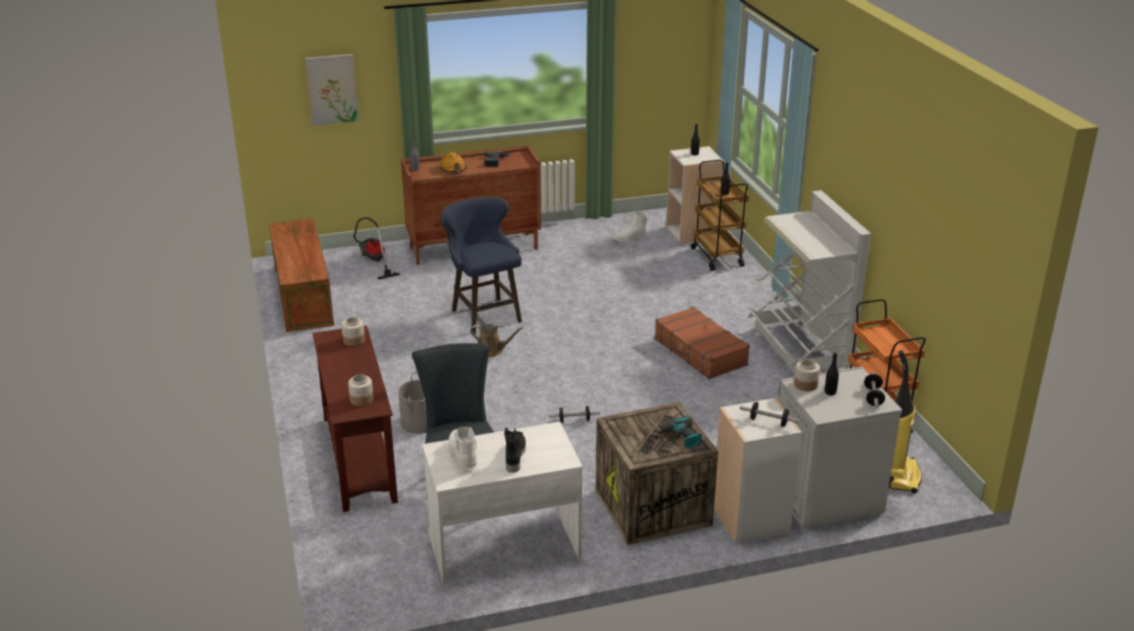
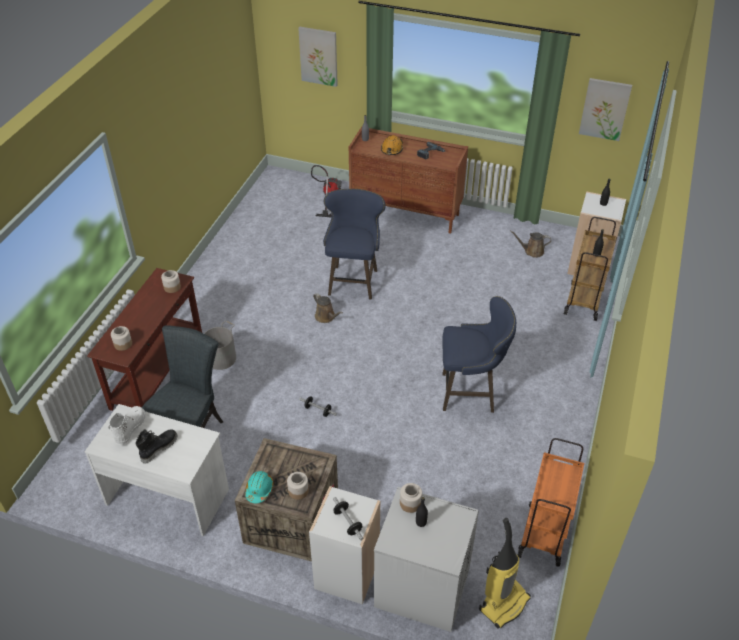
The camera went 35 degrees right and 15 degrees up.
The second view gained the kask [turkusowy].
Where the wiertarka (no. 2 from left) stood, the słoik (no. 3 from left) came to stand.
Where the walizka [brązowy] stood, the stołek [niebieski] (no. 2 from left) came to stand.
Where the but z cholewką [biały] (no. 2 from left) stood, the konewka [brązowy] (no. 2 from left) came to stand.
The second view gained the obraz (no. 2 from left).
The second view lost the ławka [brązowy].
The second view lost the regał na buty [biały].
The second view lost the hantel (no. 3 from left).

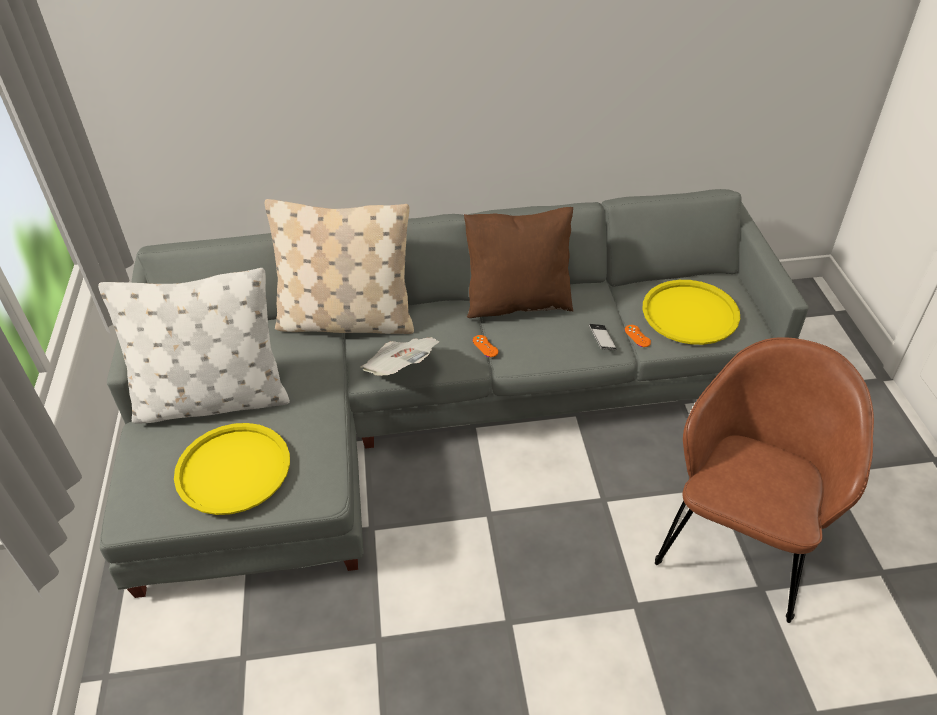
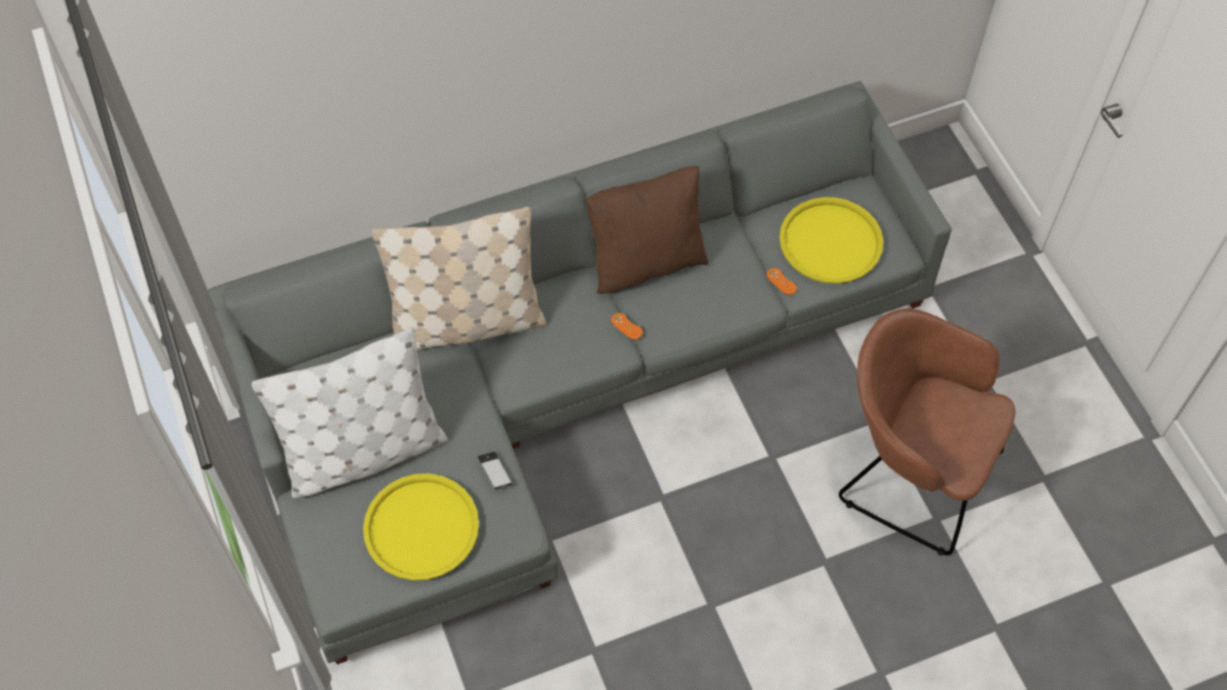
The camera went 15 degrees left and 15 degrees up.
The telefon ended up elsewhere.
The fotel [brązowy] ended up facing another way, 75 degrees counterclockwise from before.
The second view lost the gazeta.

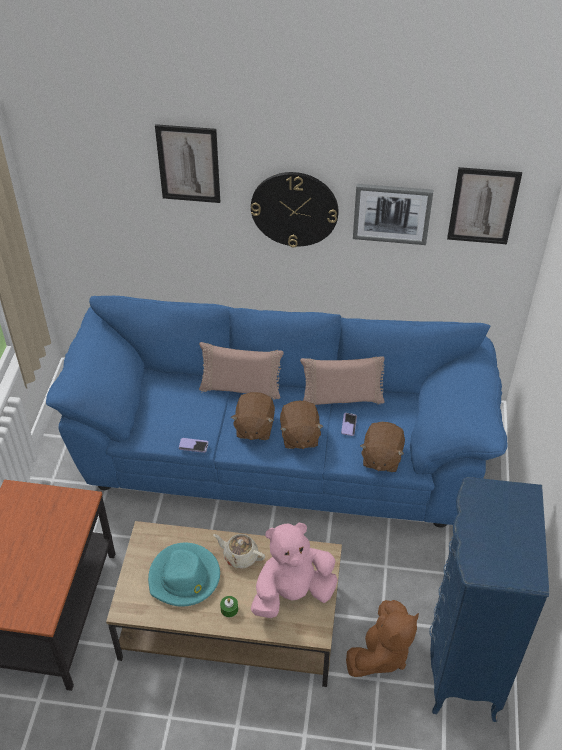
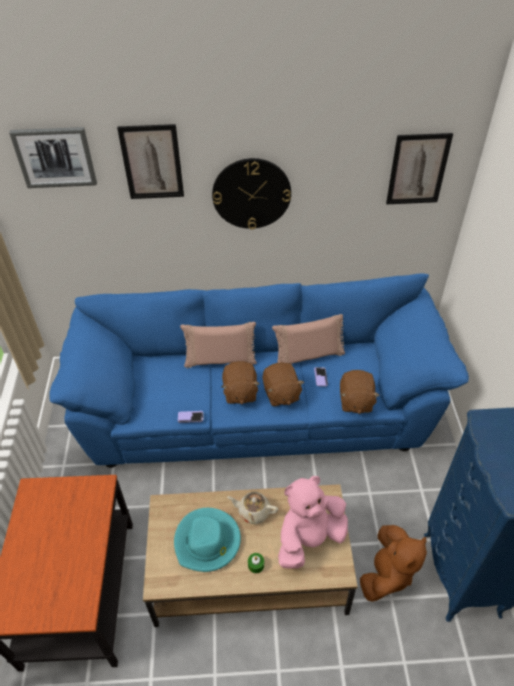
The camera went 10 degrees left and 0 degrees up.
The obraz (no. 2 from left in the first image) ended up elsewhere.

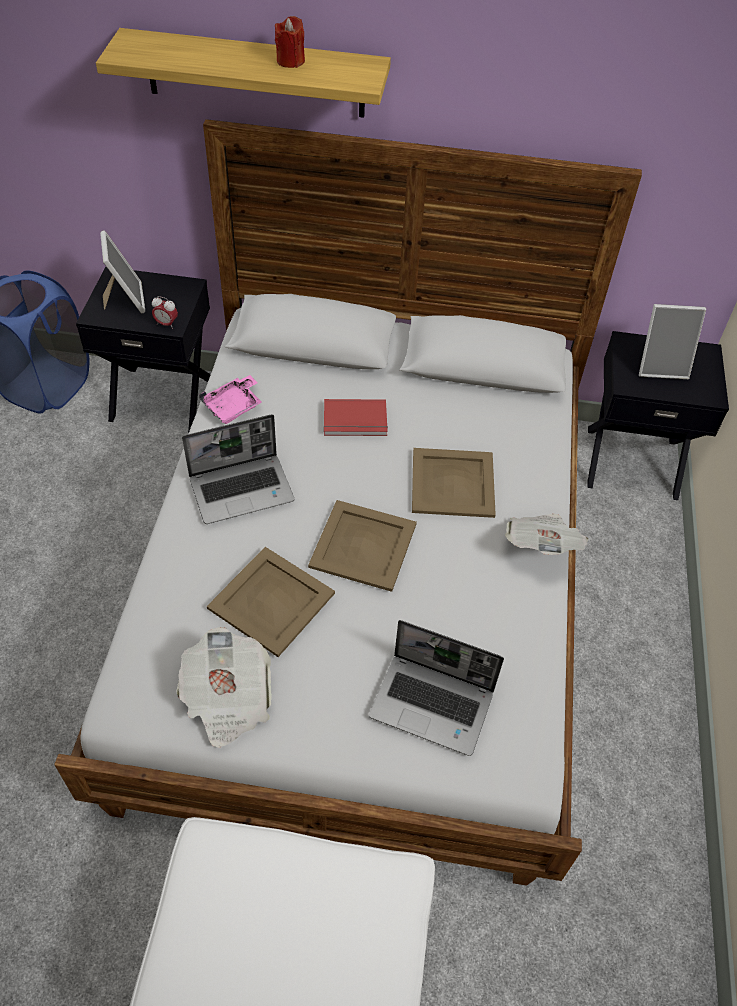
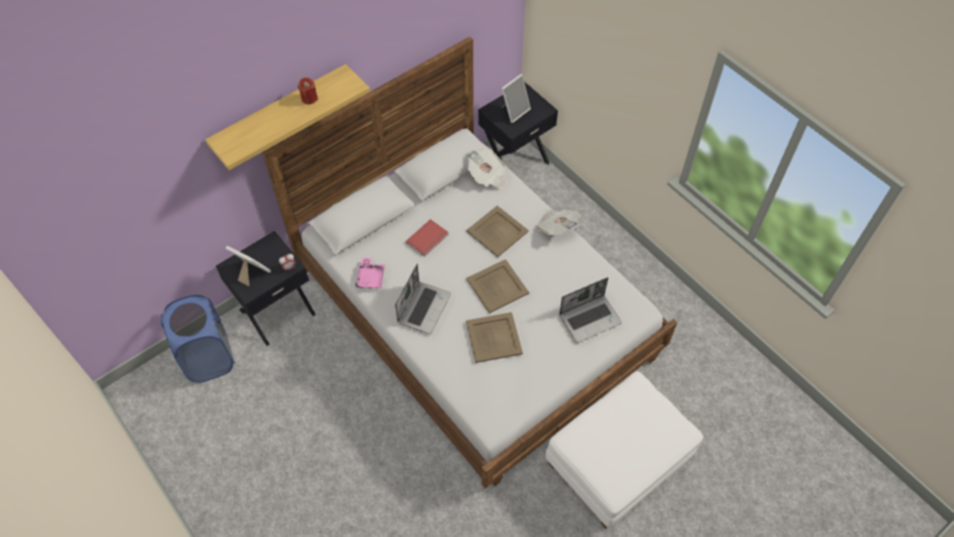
The camera went 45 degrees left and 5 degrees up.
The gazeta (no. 1 from left) ended up elsewhere.

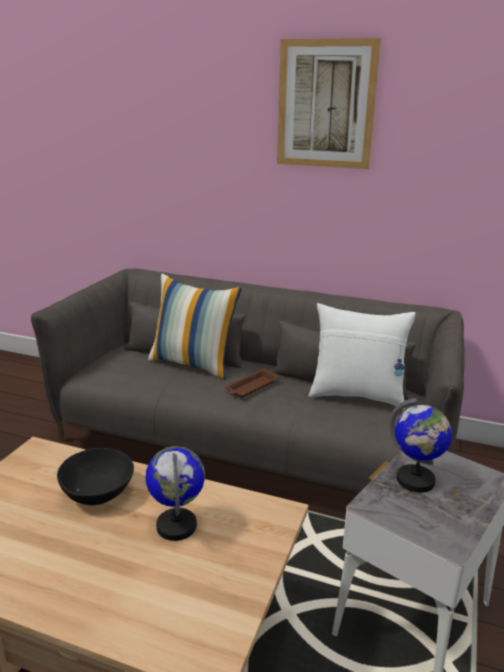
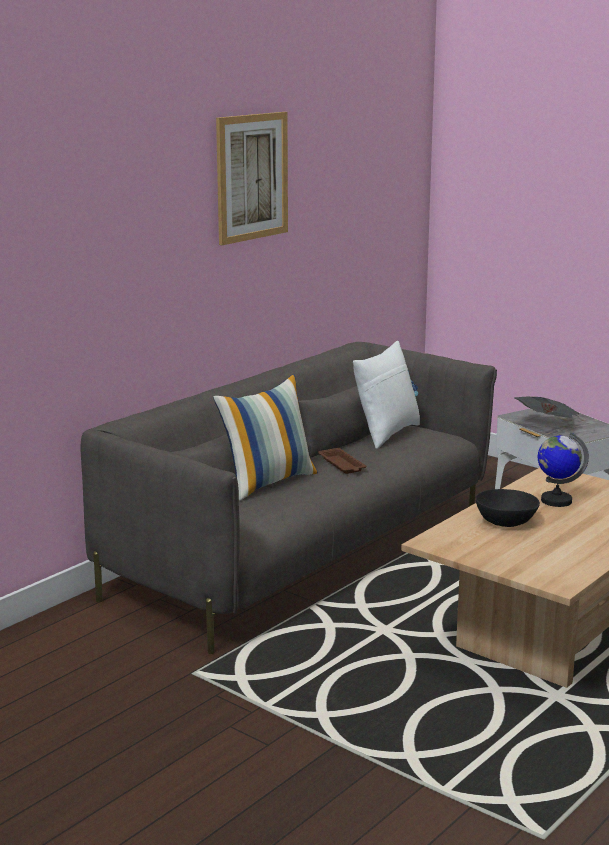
The camera went 70 degrees left and 5 degrees down.
Where the globus (no. 2 from left) stood, the gazeta came to stand.

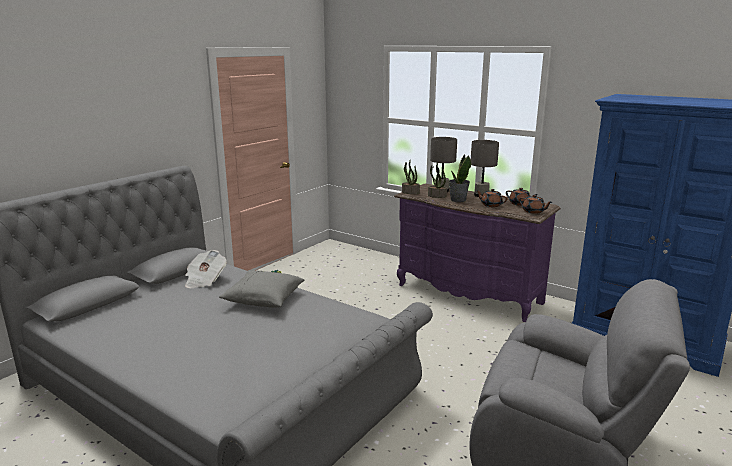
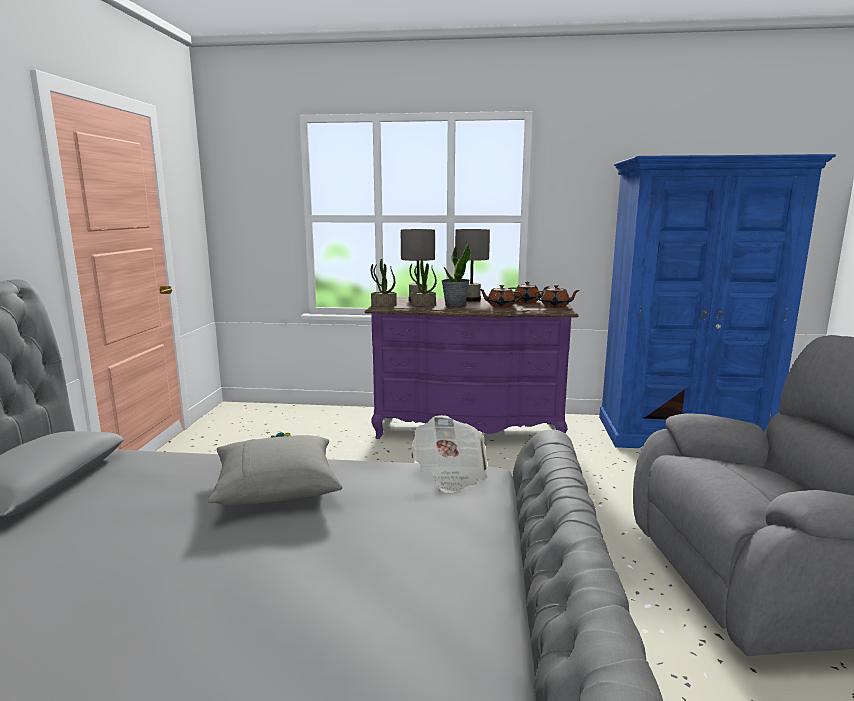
The camera went 30 degrees left and 5 degrees down.
The gazeta ended up elsewhere.

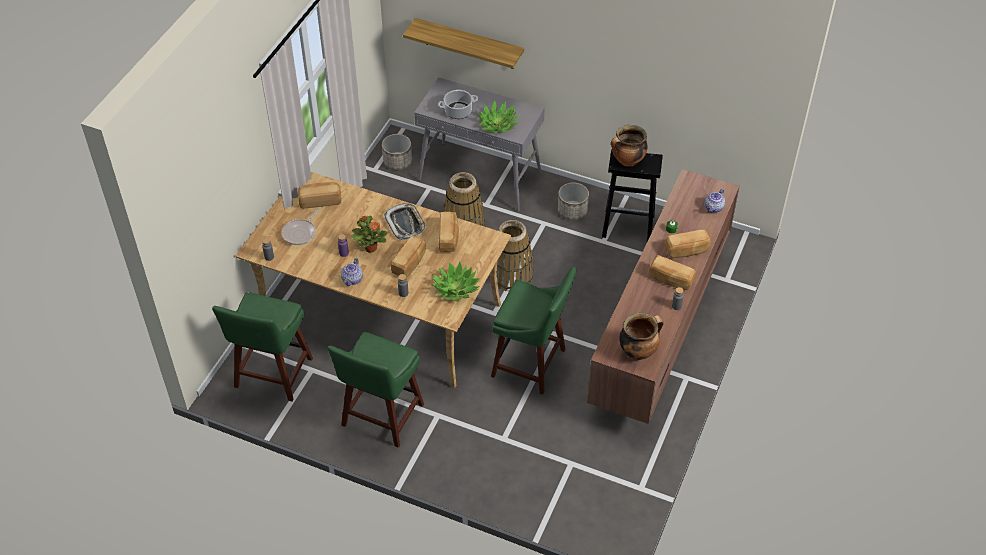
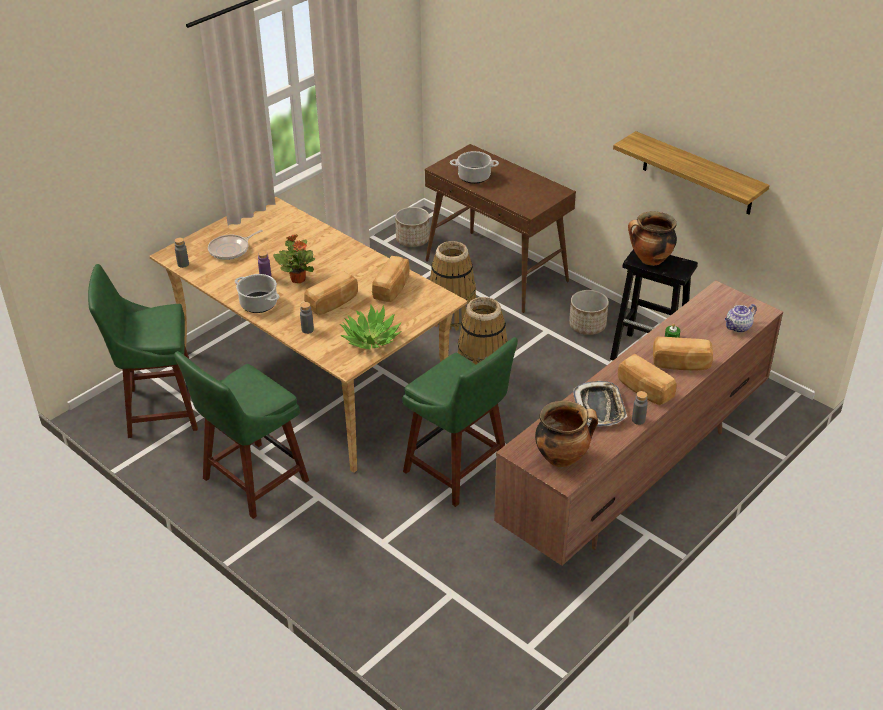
The camera went 20 degrees right and 10 degrees down.
The krzesło [zielony] (no. 1 from left) ended up facing another way, 45 degrees clockwise from before.
Where the imbryk (no. 1 from left) stood, the garnek (no. 1 from left) came to stand.
What was the stolik konsolowy [szary] turned into the stolik konsolowy [brązowy].
The taca ended up elsewhere.
The półka ended up elsewhere.
The second view lost the chleb (no. 1 from left).
The second view lost the roślina doniczkowa (no. 3 from left).

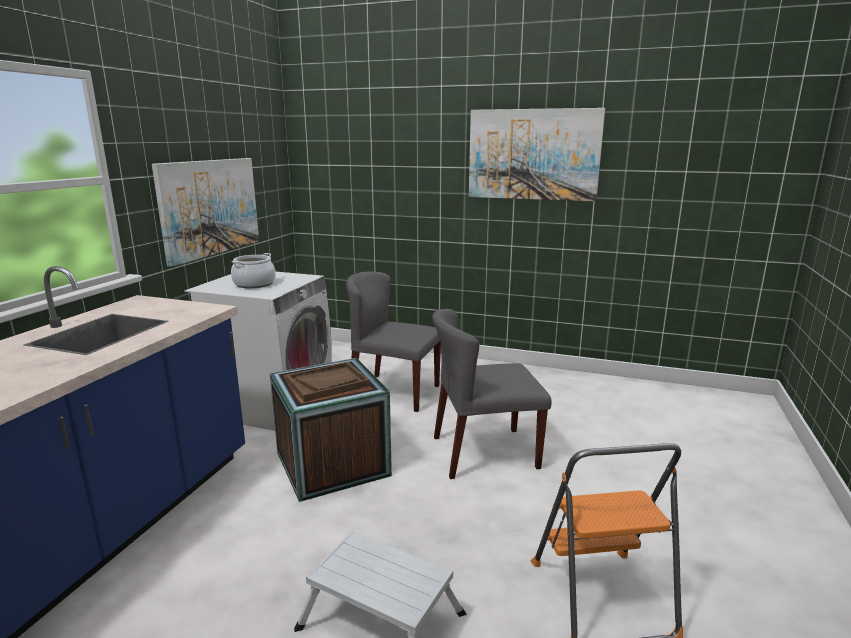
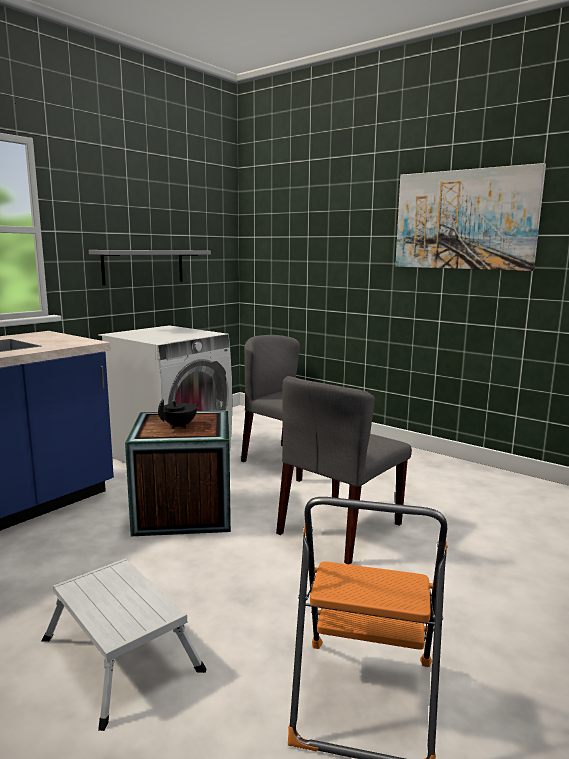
The camera went 20 degrees right and 5 degrees down.
Where the obraz (no. 1 from left) hung, the półka [szary] came to hang.
Where the taca [brązowy] stood, the imbryk [czarny] came to stand.
The krzesło [szary] (no. 2 from left) ended up facing another way, 60 degrees counterclockwise from before.
The second view lost the garnek.

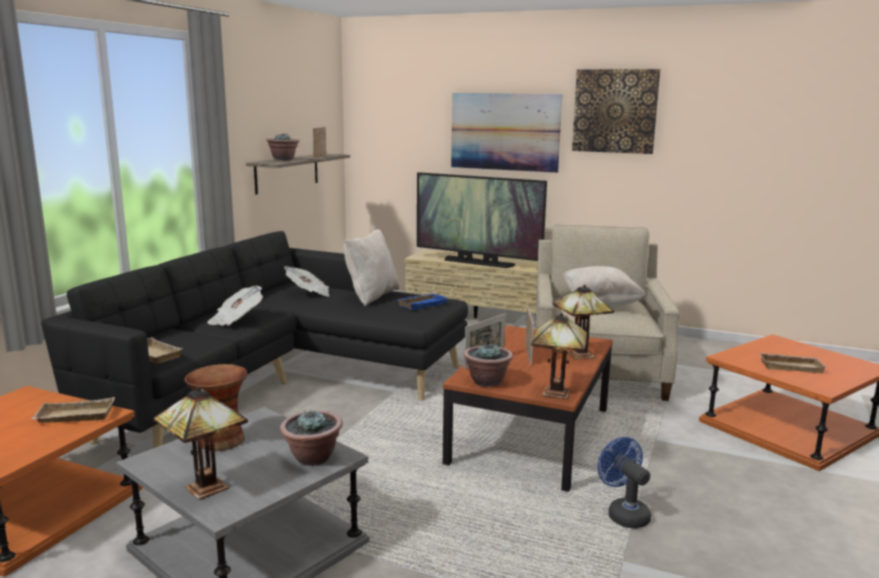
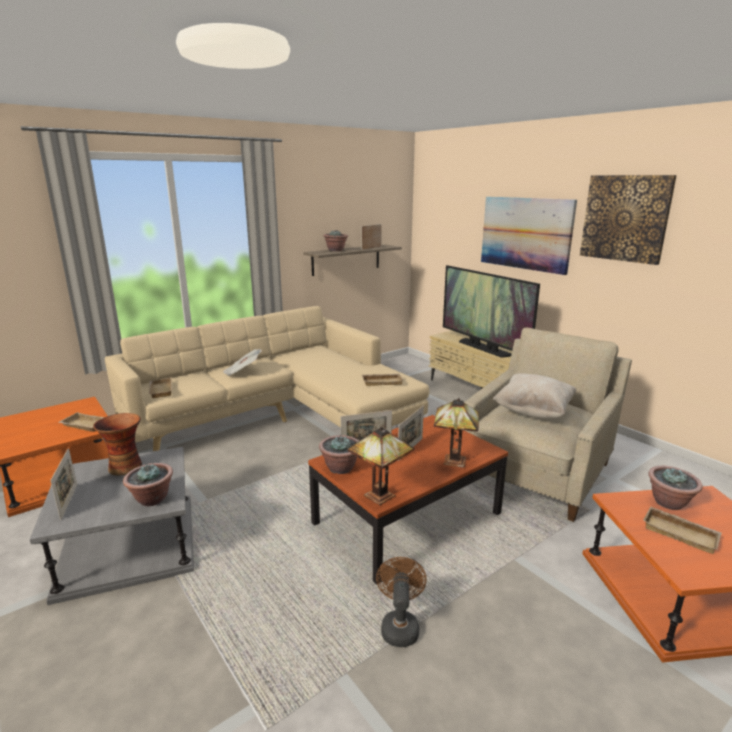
The camera went 30 degrees right and 5 degrees up.
Where the lampa stołowa (no. 1 from left) stood, the ramka na zdjęcie (no. 1 from left) came to stand.
What was the kanapa [czarny] turned into the kanapa [beżowy].
What was the taca [niebieski] turned into the taca [beżowy] (no. 3 from left).
What was the wentylator [niebieski] turned into the wentylator [brązowy].
The second view gained the roślina doniczkowa (no. 4 from left).
The second view lost the gazeta (no. 2 from left).
The second view lost the poduszka [beżowy] (no. 1 from left).

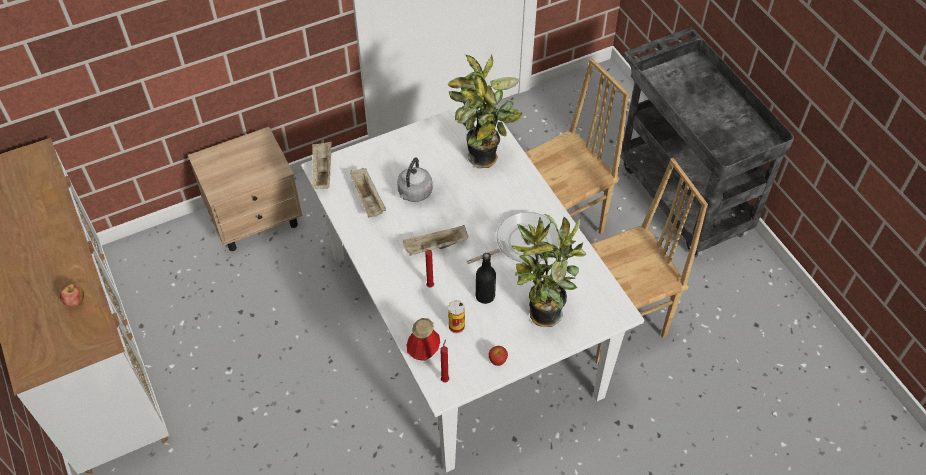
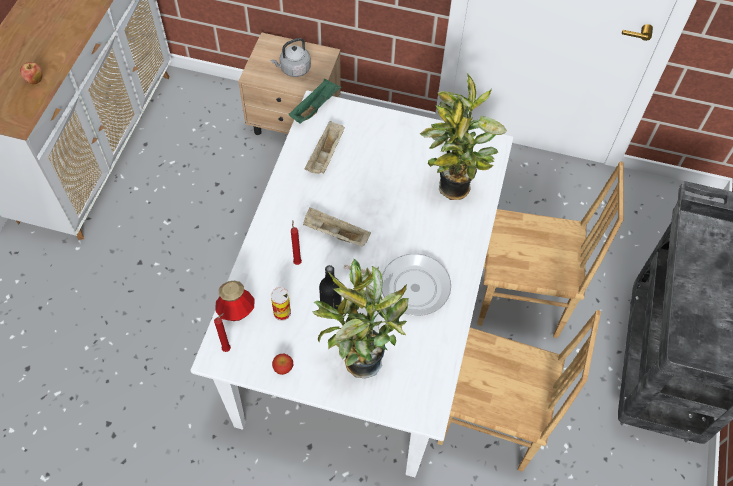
The camera went 40 degrees right and 5 degrees up.
The czajnik [szary] ended up elsewhere.
What was the taca [beżowy] (no. 1 from left) turned into the taca [zielony].

